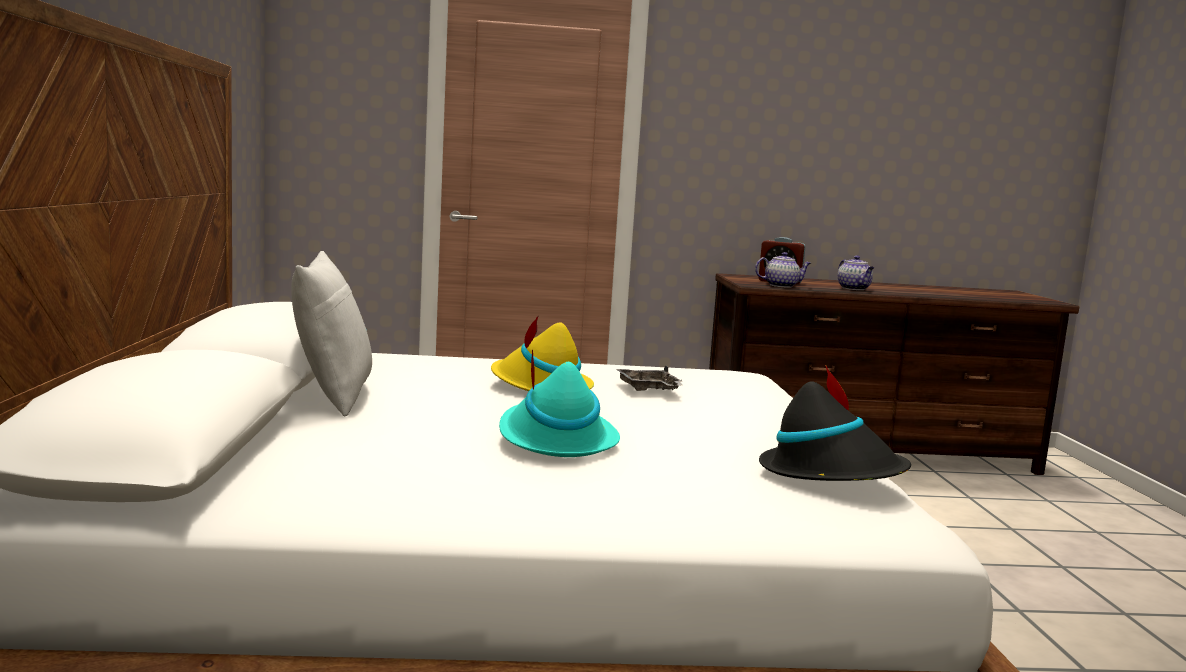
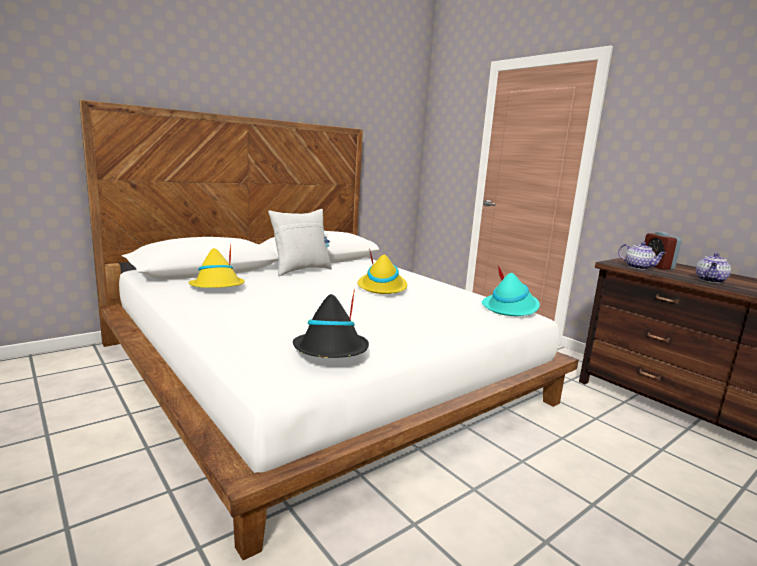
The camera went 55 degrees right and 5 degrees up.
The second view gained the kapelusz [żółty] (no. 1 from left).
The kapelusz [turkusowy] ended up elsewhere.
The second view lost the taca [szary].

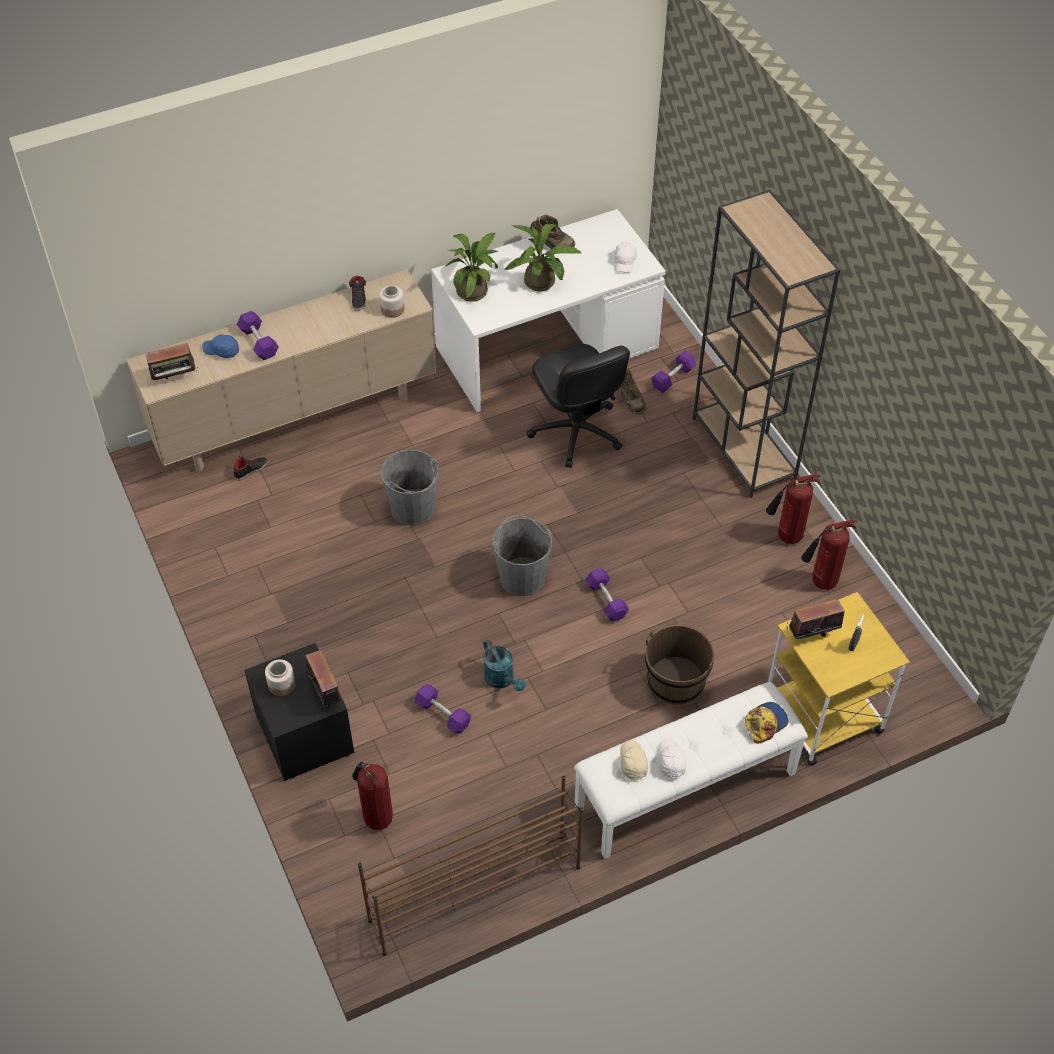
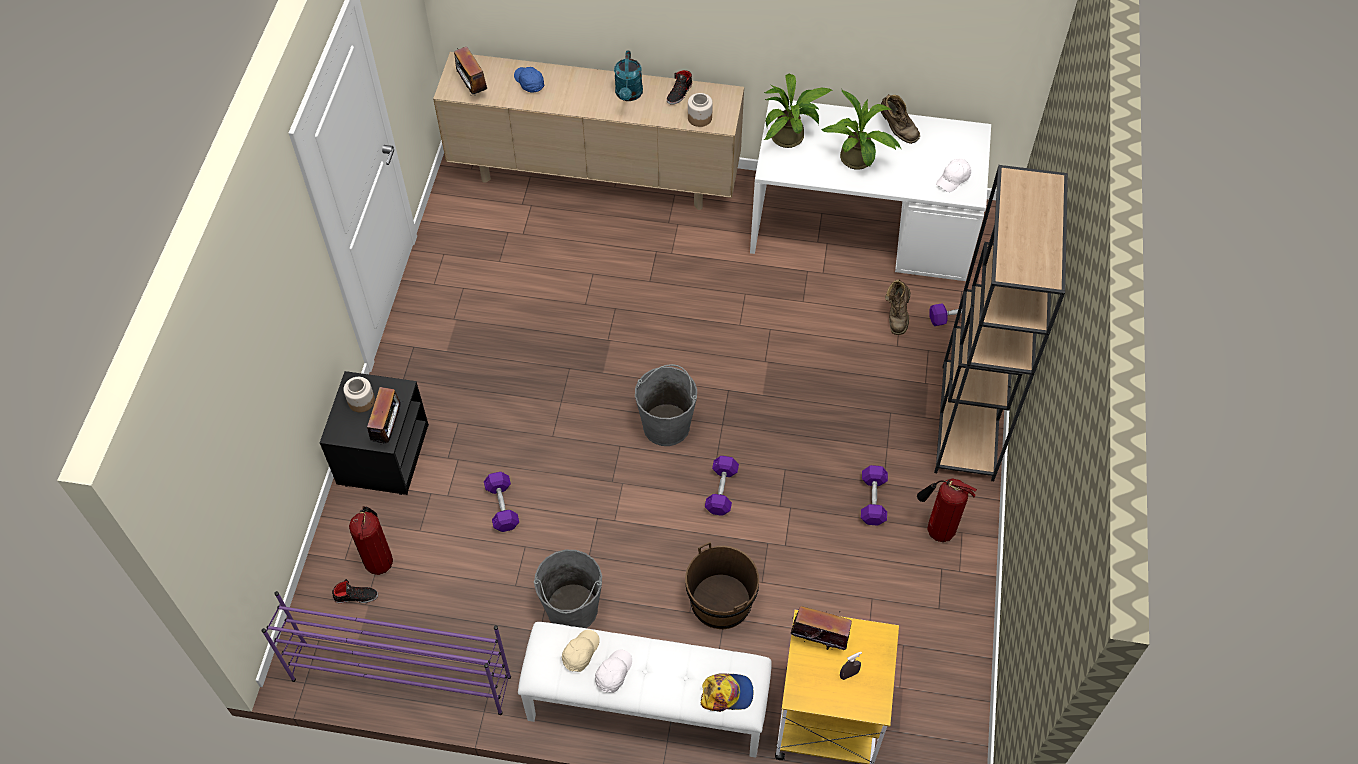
The camera went 35 degrees right and 5 degrees up.
What was the regał na buty [brązowy] turned into the regał na buty [fioletowy].
The but [czarny] (no. 1 from left) ended up elsewhere.
The radio (no. 1 from left in the first image) ended up facing another way, 45 degrees clockwise from before.
The wiadro [szary] (no. 1 from left) ended up elsewhere.
The konewka [turkusowy] ended up elsewhere.
The hantel [fioletowy] (no. 1 from left in the first image) ended up elsewhere.
The second view lost the krzesło biurowe [czarny].
The second view lost the gaśnica (no. 3 from left).

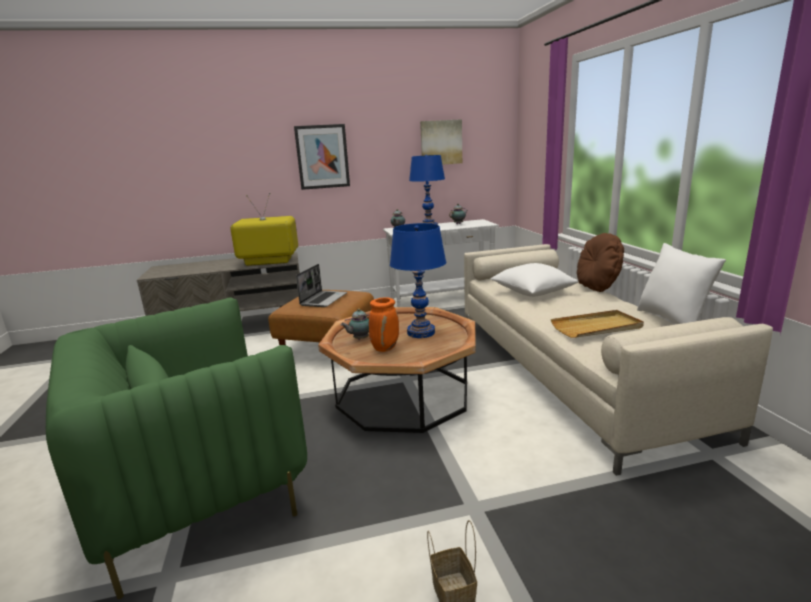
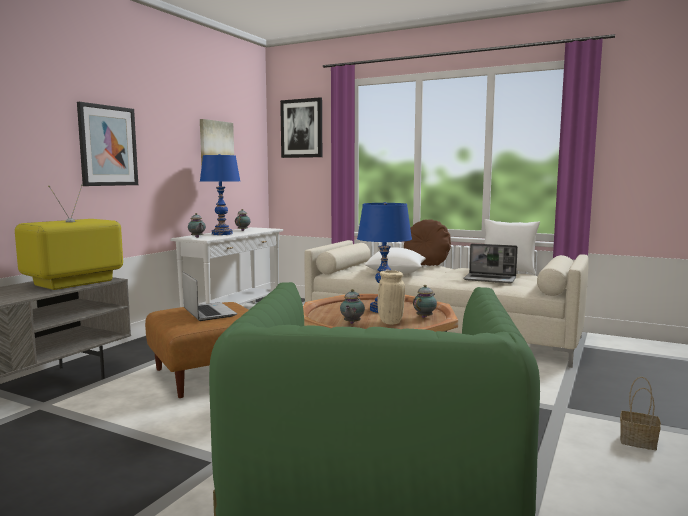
The camera went 50 degrees left and 10 degrees down.
The second view gained the obraz (no. 3 from left).
What was the wazon [pomarańczowy] turned into the wazon [beżowy].
The second view gained the imbryk (no. 4 from left).
Where the taca [beżowy] stood, the laptop (no. 2 from left) came to stand.

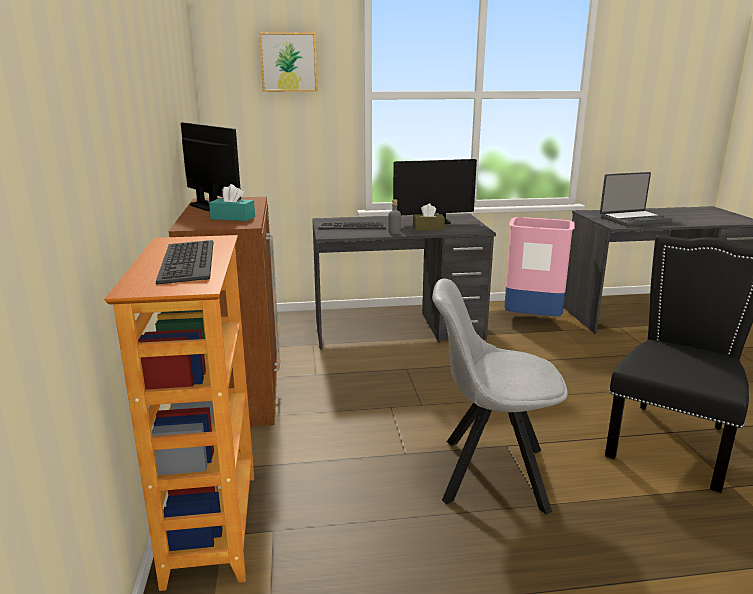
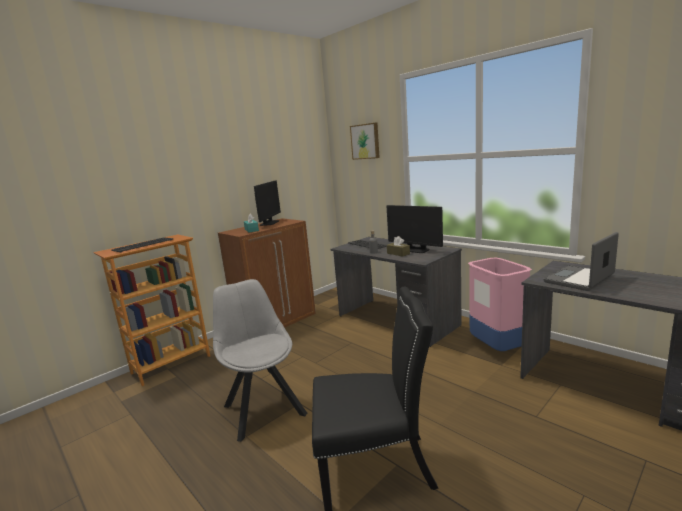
The camera went 55 degrees right and 5 degrees down.
The laptop ended up facing another way, 105 degrees clockwise from before.

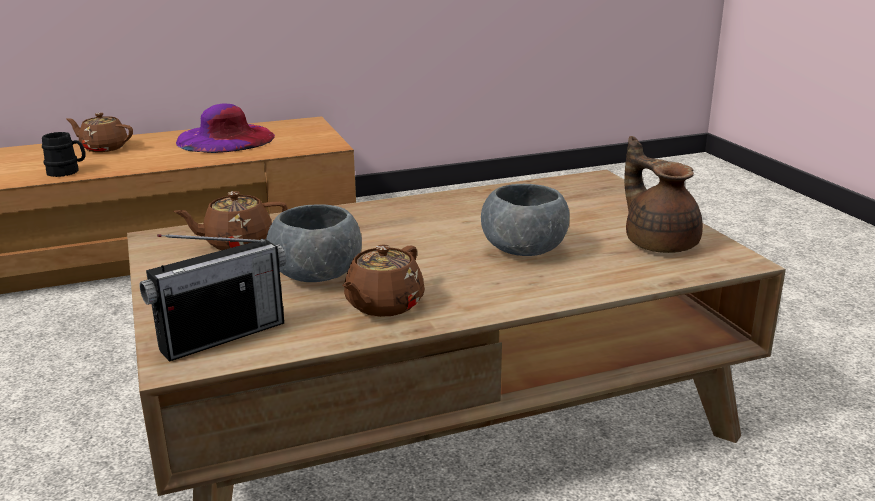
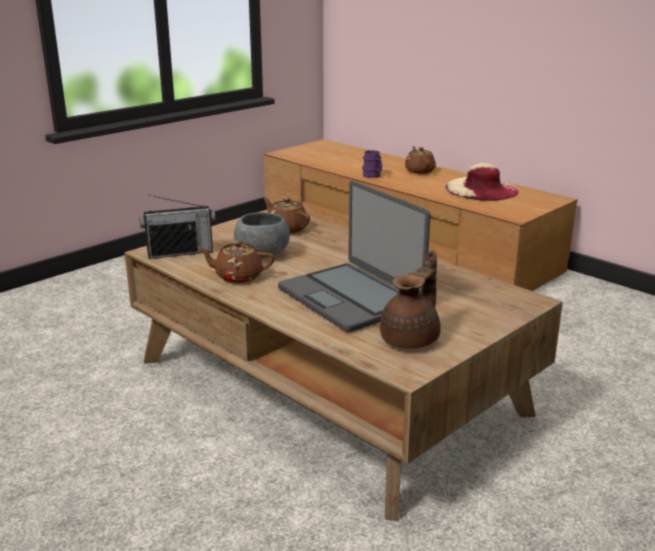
The camera went 65 degrees right and 0 degrees up.
The radio ended up facing another way, 45 degrees counterclockwise from before.
Where the miska [szary] (no. 2 from left) stood, the laptop came to stand.
What was the kubek [czarny] turned into the kubek [fioletowy].
What was the kapelusz [fioletowy] turned into the kapelusz [beżowy].

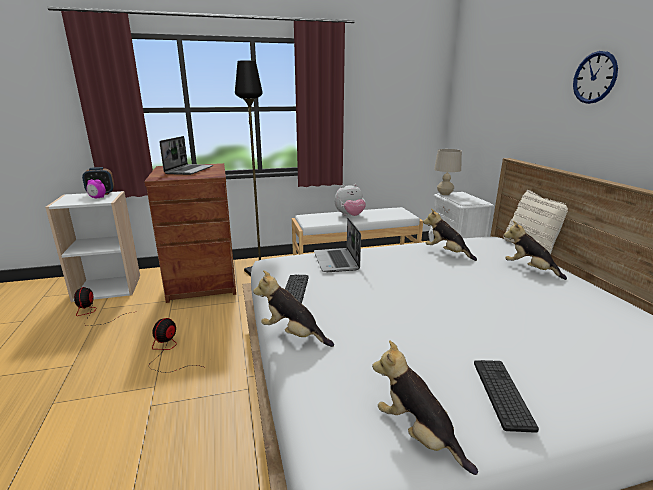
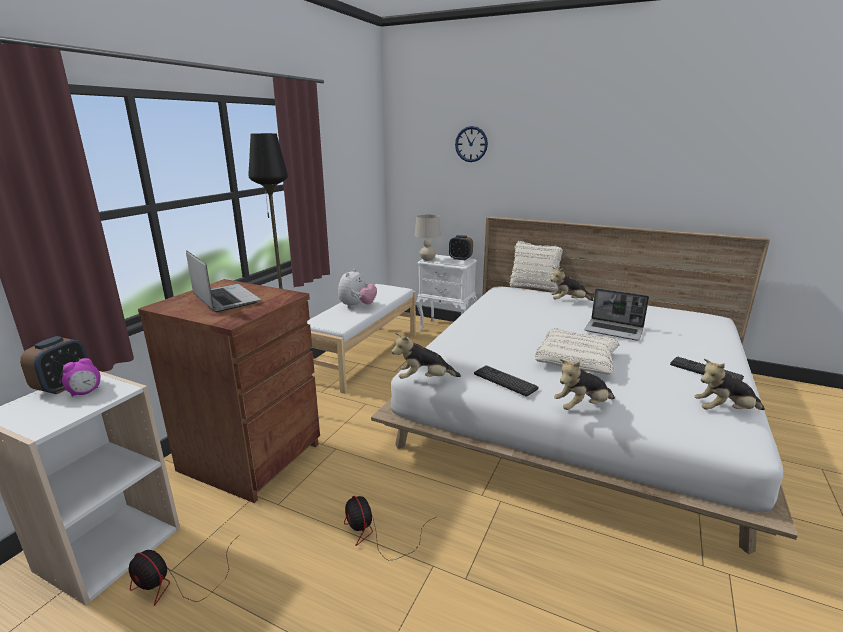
The camera went 50 degrees left and 0 degrees up.
The pluszak (no. 4 from left in the first image) ended up elsewhere.
The second view gained the budzik (no. 3 from left).
The zegar ścienny ended up elsewhere.
The second view gained the poduszka [beżowy] (no. 2 from left).
The laptop (no. 2 from left) ended up elsewhere.

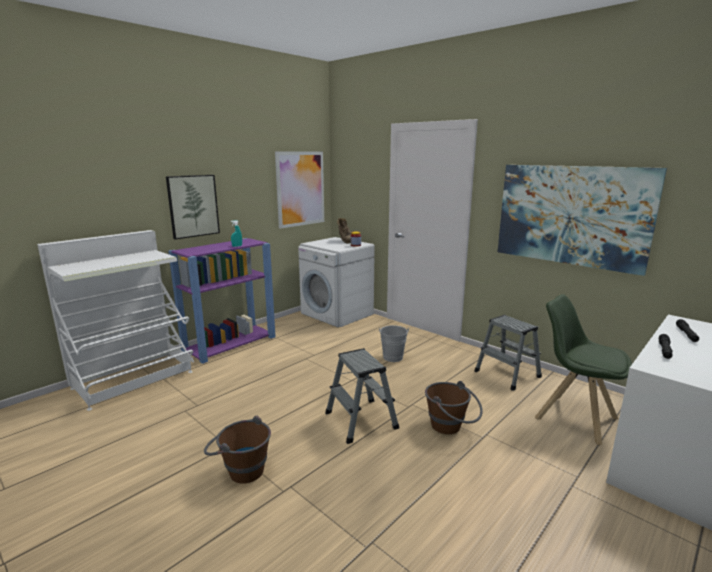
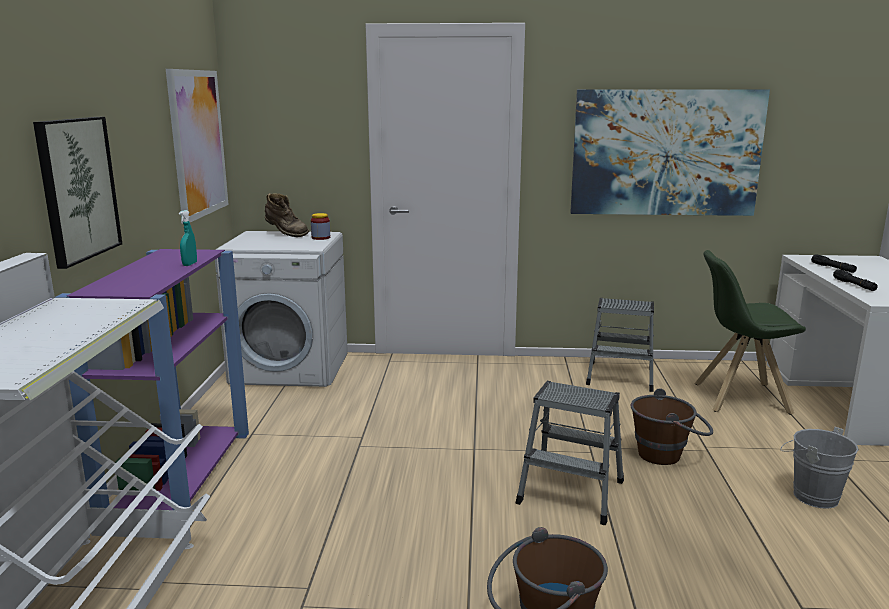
The camera went 40 degrees left and 0 degrees up.
The wiadro [szary] ended up elsewhere.

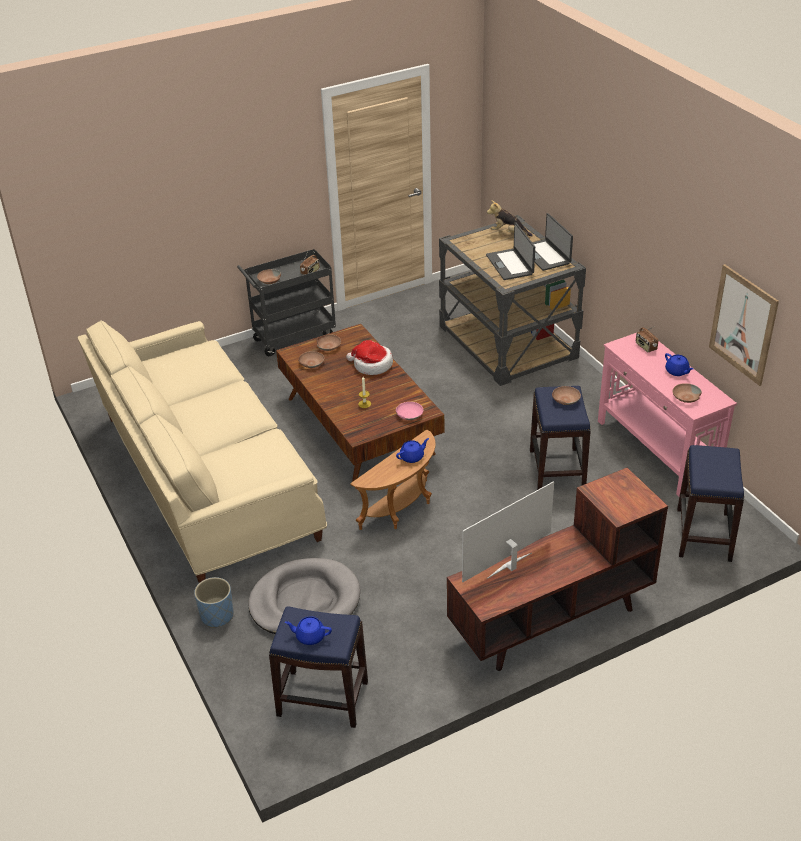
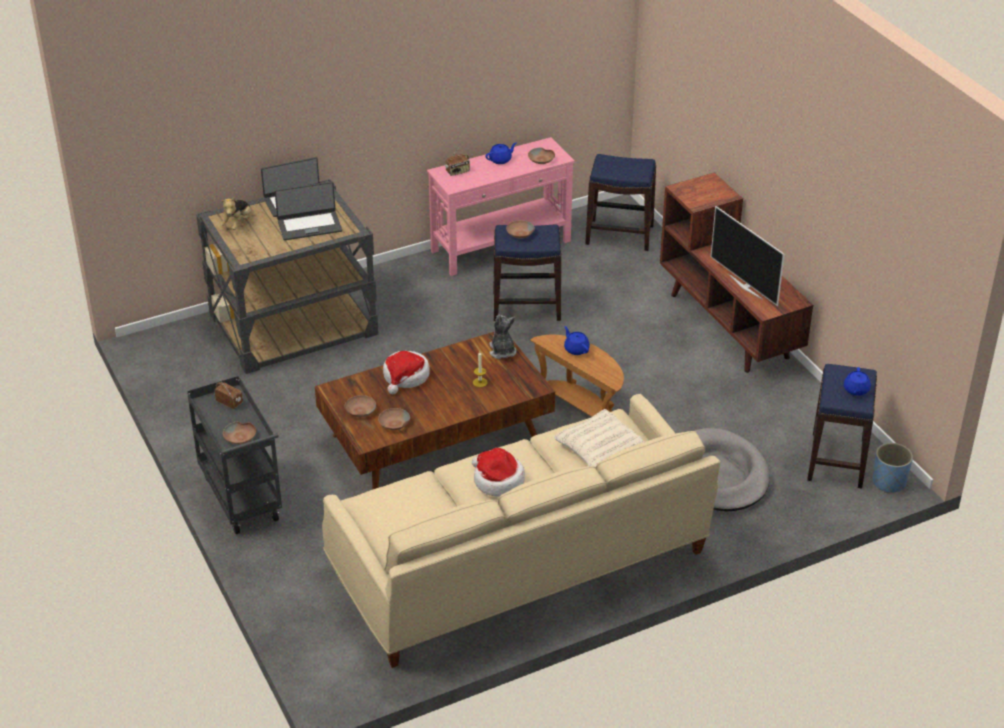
The camera went 90 degrees left and 0 degrees up.
The second view gained the kapelusz (no. 2 from left).
Where the miska [różowy] stood, the pluszak (no. 2 from left) came to stand.
The second view gained the poduszka [beżowy].
The donica [niebieski] ended up elsewhere.
The second view lost the obraz.

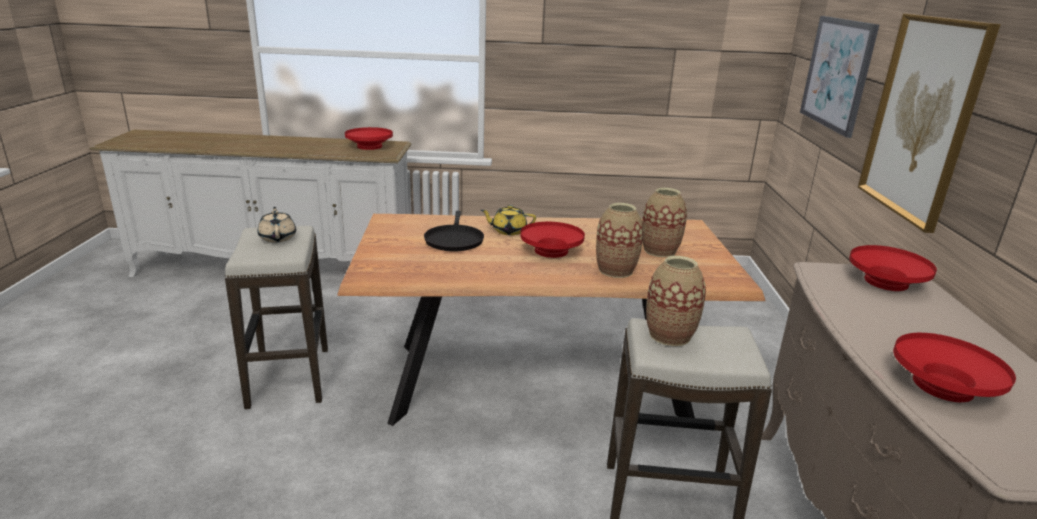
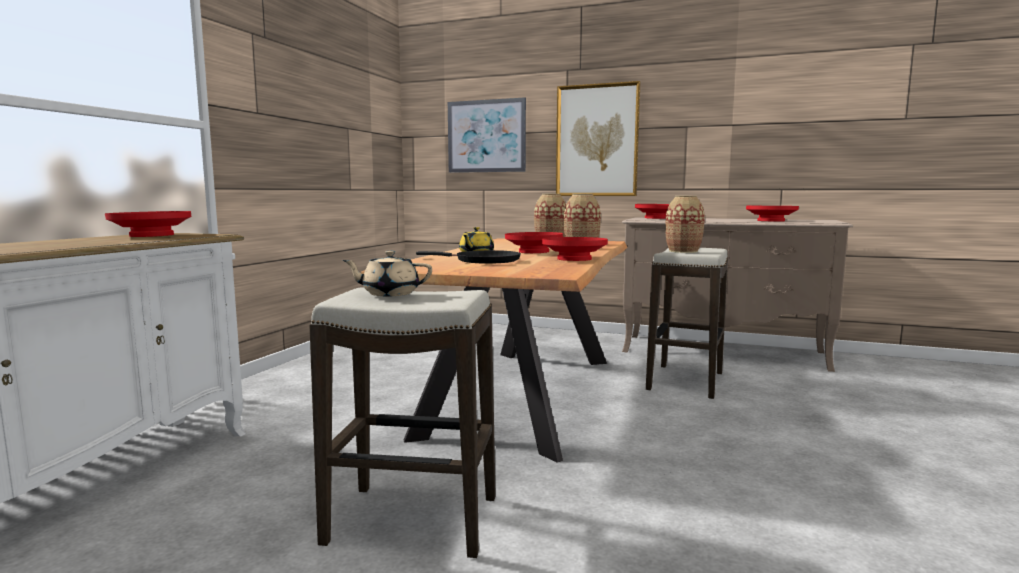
The camera went 70 degrees left and 15 degrees down.
The second view gained the miska [czerwony] (no. 3 from left).

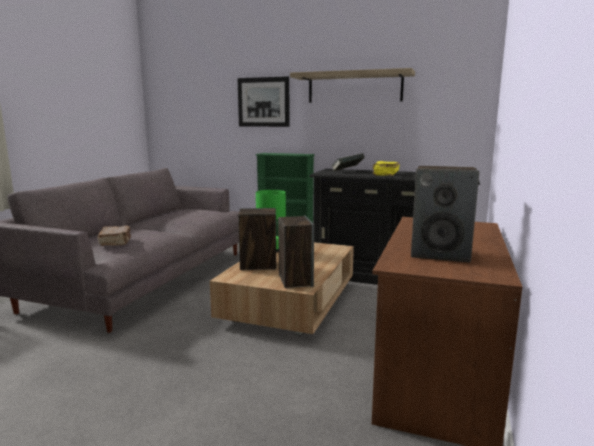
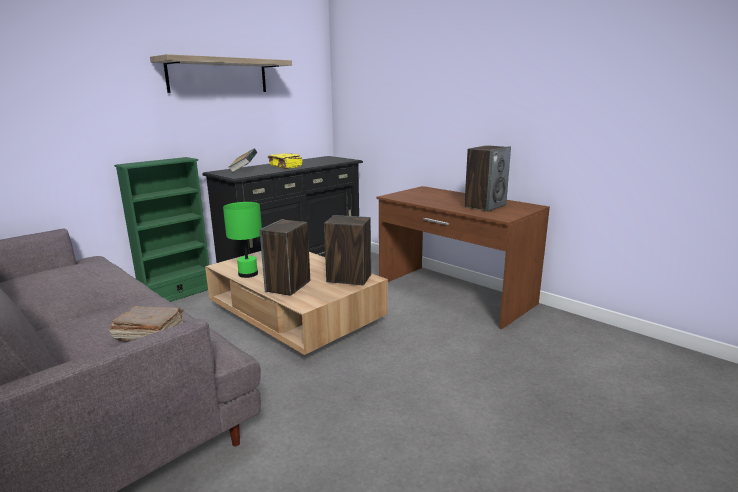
The camera went 65 degrees left and 5 degrees up.
The second view lost the obraz.

